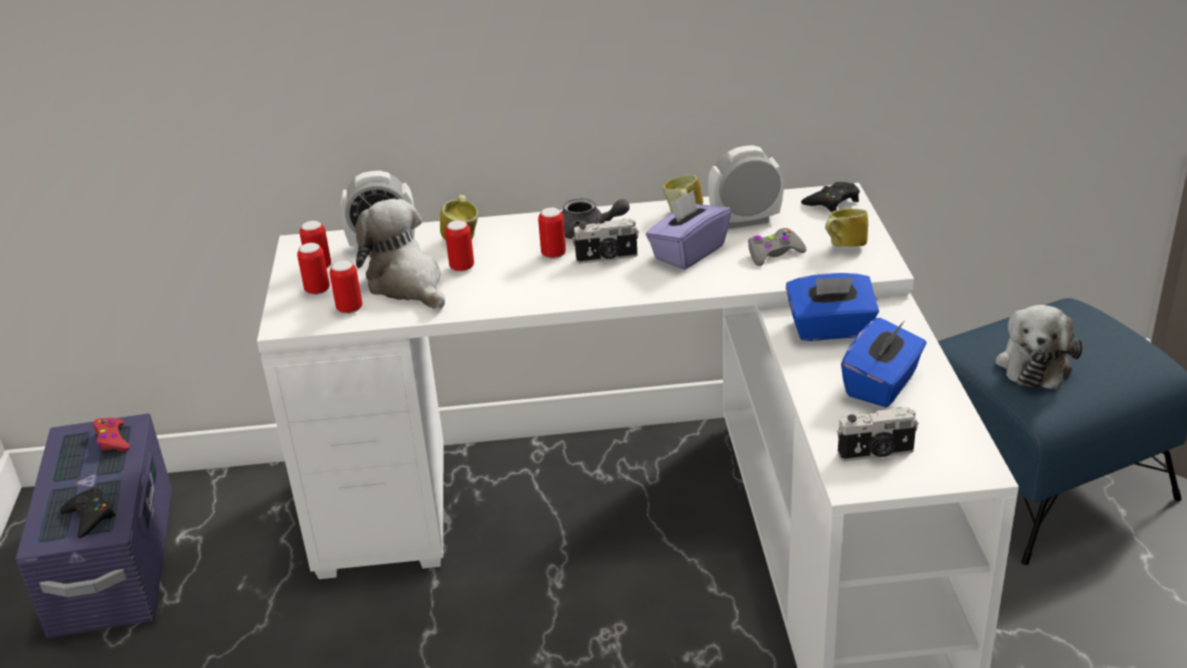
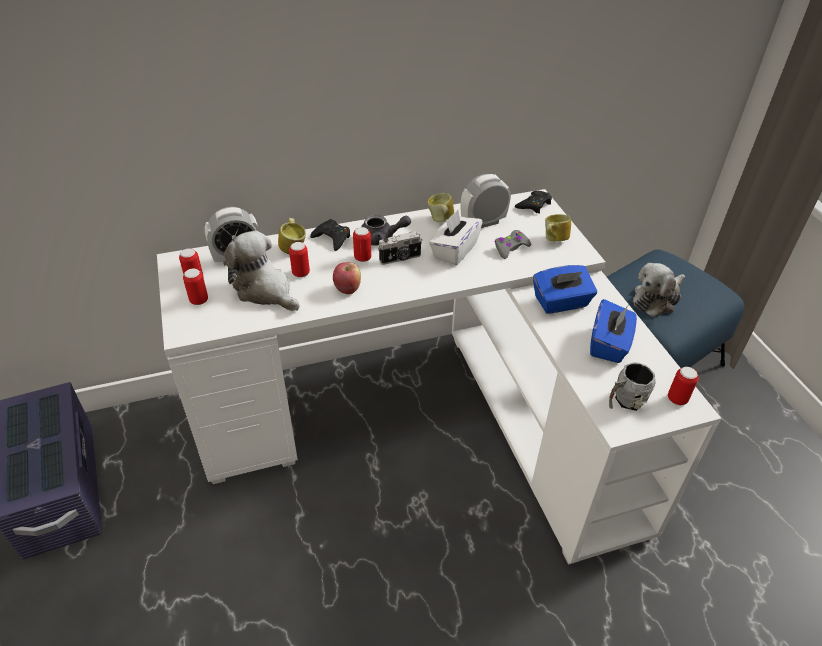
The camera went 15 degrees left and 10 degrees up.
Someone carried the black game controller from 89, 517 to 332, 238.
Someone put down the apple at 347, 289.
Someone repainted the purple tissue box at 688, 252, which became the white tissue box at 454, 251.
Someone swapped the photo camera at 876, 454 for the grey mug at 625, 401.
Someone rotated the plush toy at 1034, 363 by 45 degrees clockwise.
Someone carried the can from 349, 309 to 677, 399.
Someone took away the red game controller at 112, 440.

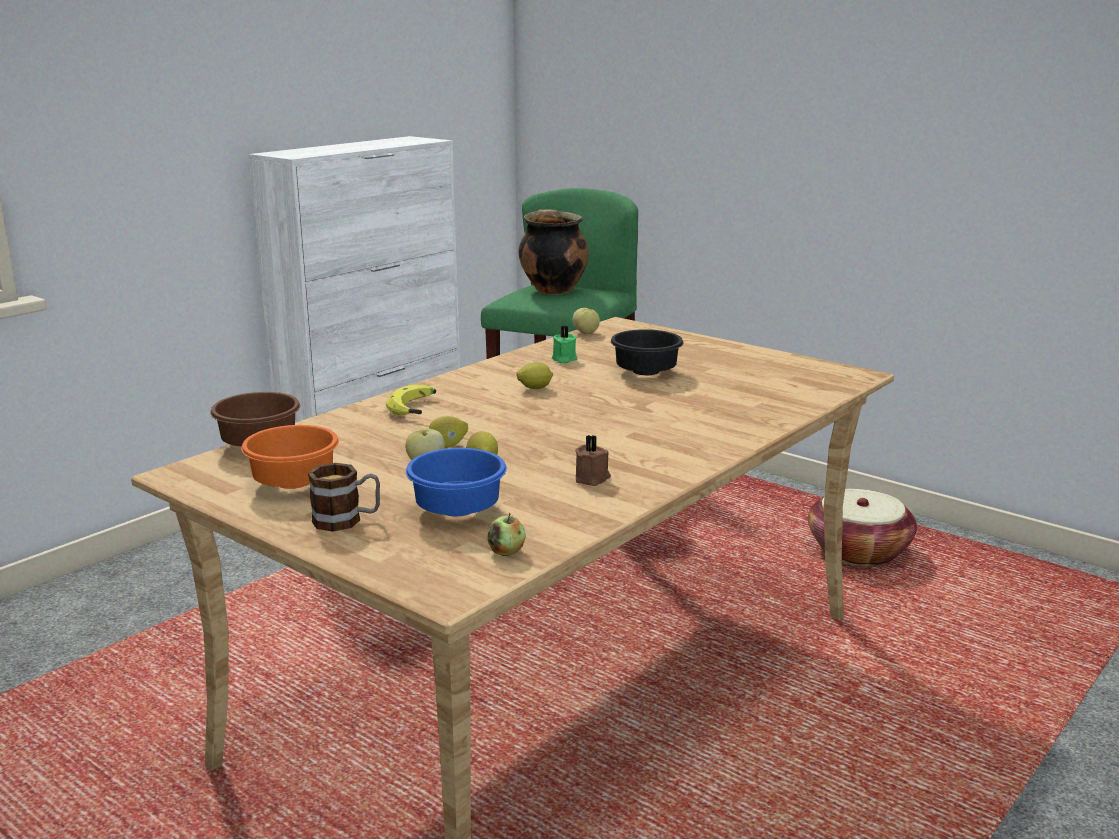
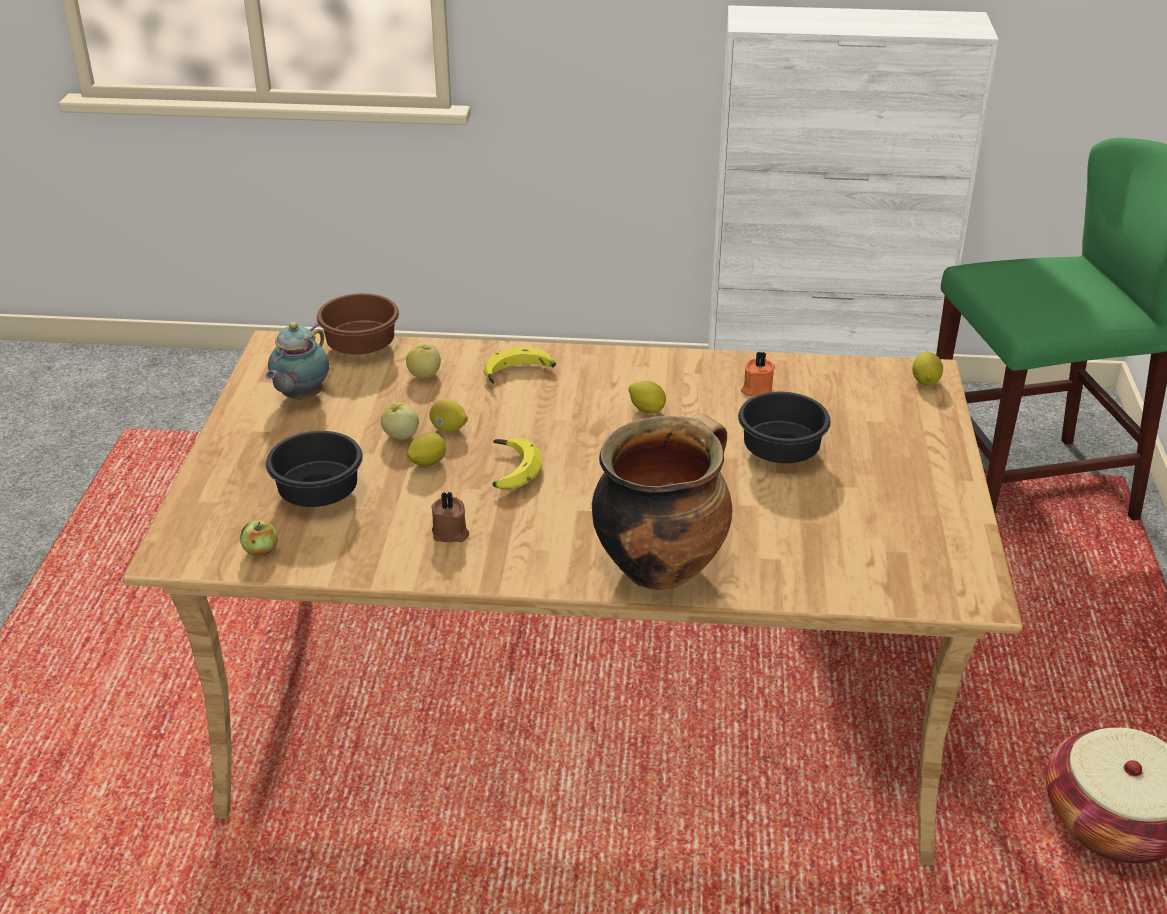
The camera went 55 degrees right and 15 degrees up.
Someone swapped the orange bowl at 290, 484 for the teapot at 300, 397.
Someone repainted the blue bowl at 456, 512, which became the black bowl at 315, 495.
Someone carried the apple from 586, 333 to 425, 375.
Someone put down the banana at 508, 471.
Someone carried the cooking pot from 552, 290 to 660, 566.
Someone repainted the green candle at 563, 359, which became the orange candle at 756, 389.
Someone put down the lemon at 925, 381.
Someone took away the mug at 347, 520.

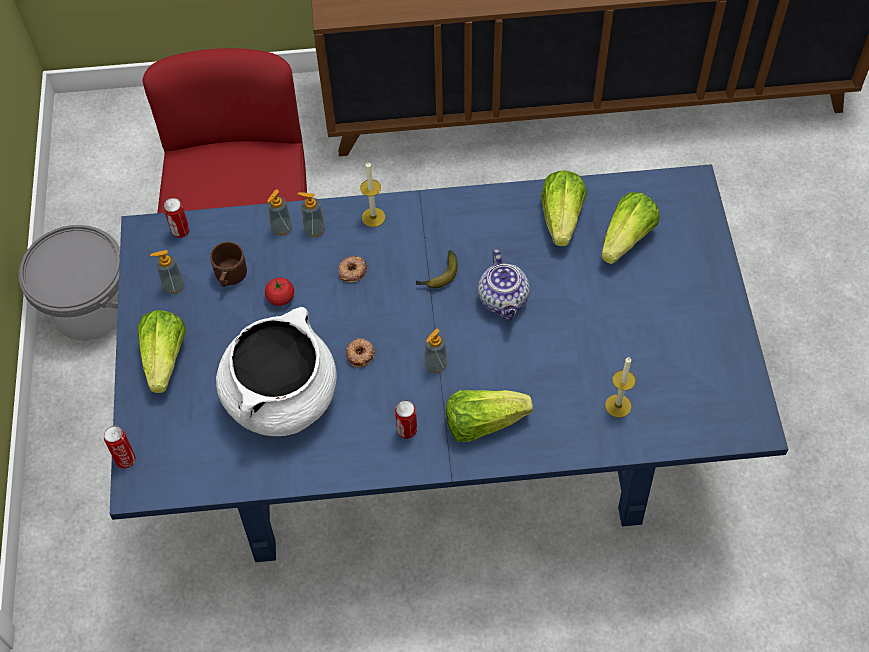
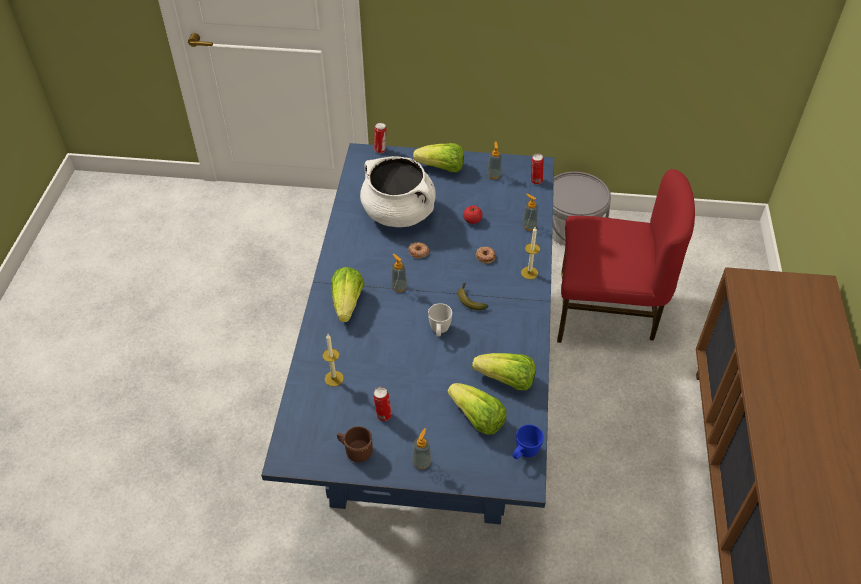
The camera went 100 degrees right and 10 degrees down.
Someone carried the brown mug from 230, 278 to 355, 451.
Someone carried the can from 407, 431 to 383, 415.
Someone carried the soap dispenser from 314, 229 to 421, 462.
Someone swapped the teapot at 504, 301 for the white mug at 439, 331.
Someone put down the blue mug at 524, 454.

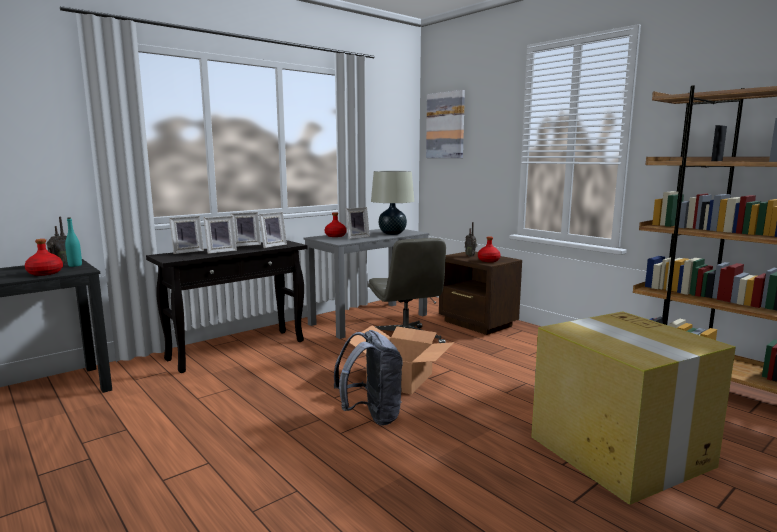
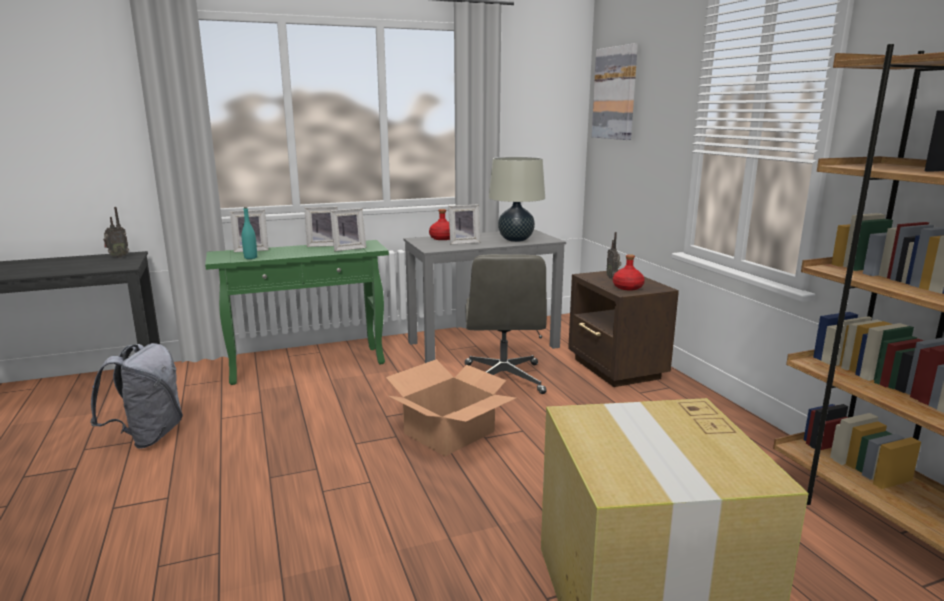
The camera went 20 degrees right and 5 degrees up.
Someone carried the grey backpack from 371, 416 to 148, 436.
Someone repainted the black console table at 238, 350, which became the green console table at 308, 365.
Someone carried the turquoise bottle from 75, 265 to 250, 258.
Someone took away the red bottle at 45, 273.
Someone took away the picture frame at 220, 251.

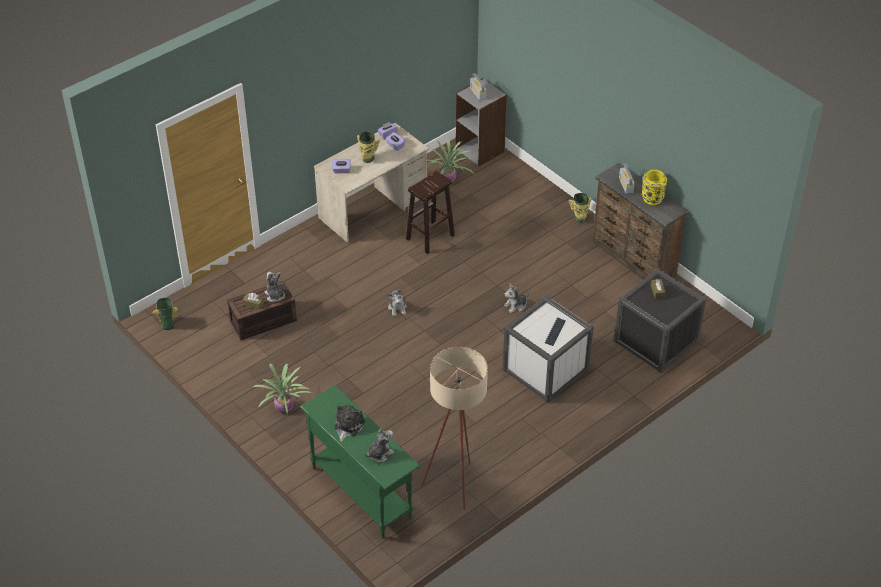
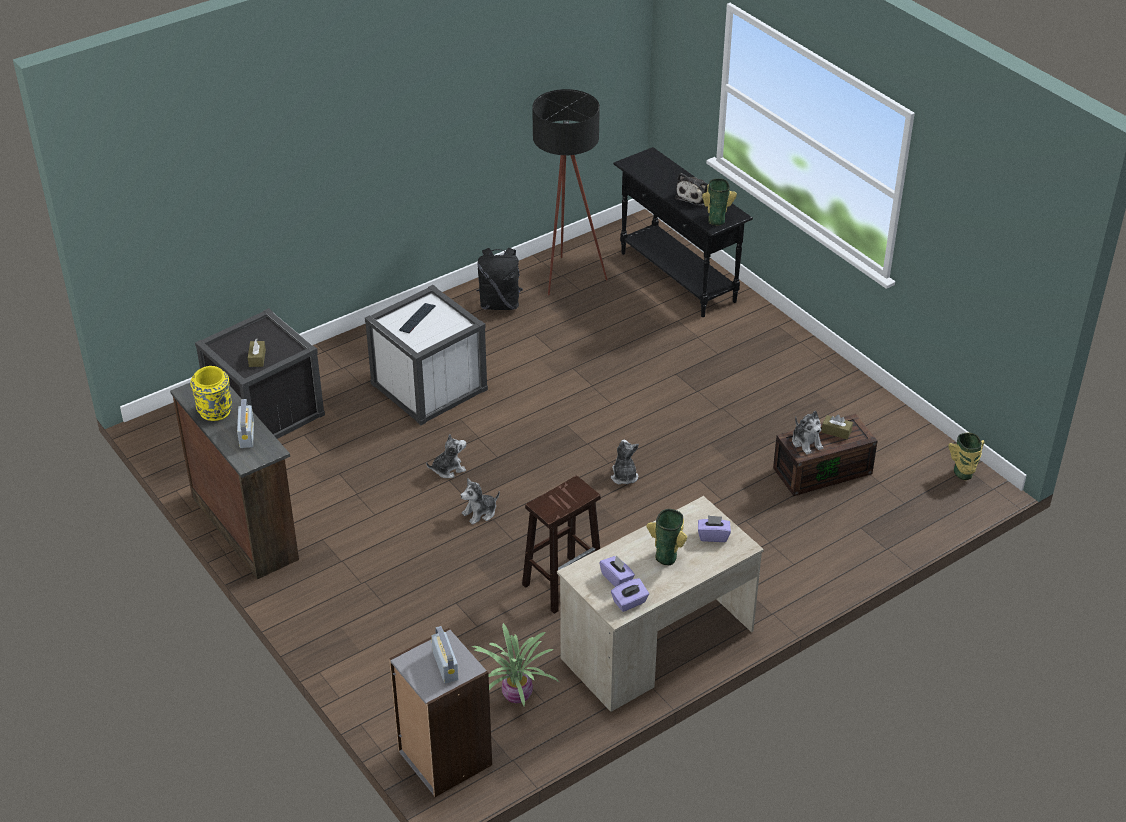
The camera went 175 degrees left and 5 degrees down.
Someone carried the plush toy from 379, 453 to 480, 513.
Someone put down the black backpack at 500, 304.
Someone repainted the beige floor lamp at 456, 482, which became the black floor lamp at 566, 281.
Someone repainted the green console table at 361, 492, which became the black console table at 677, 277.
Someone carried the vase from 579, 219 to 716, 219.
Someone took away the potted plant at 285, 407.

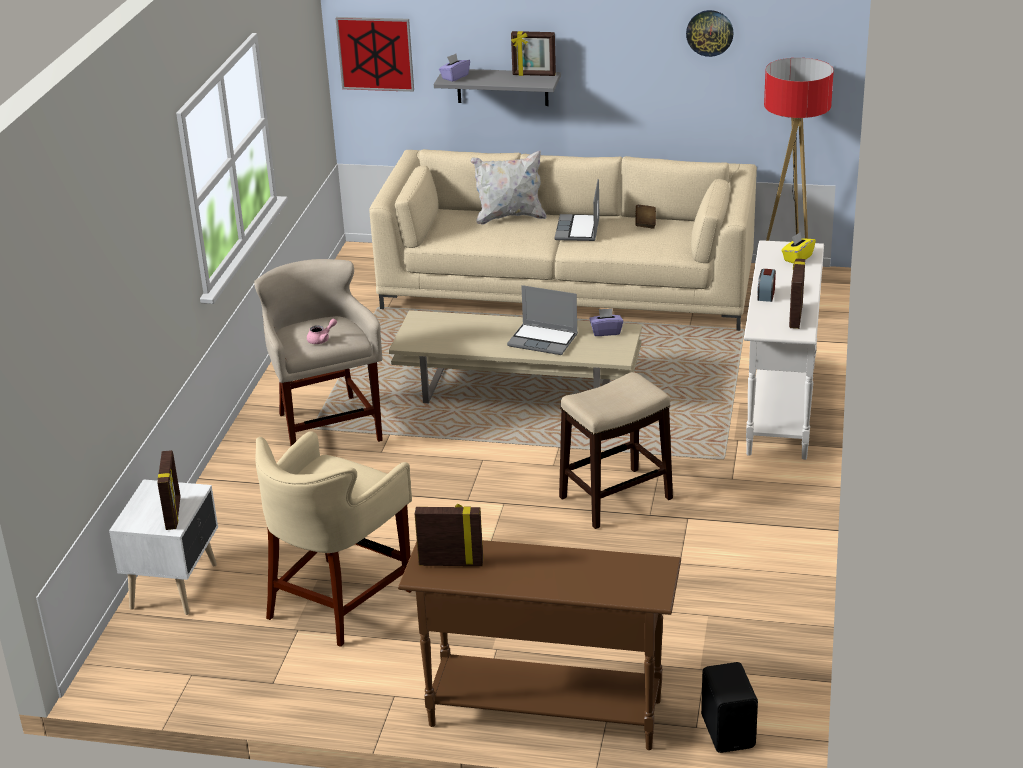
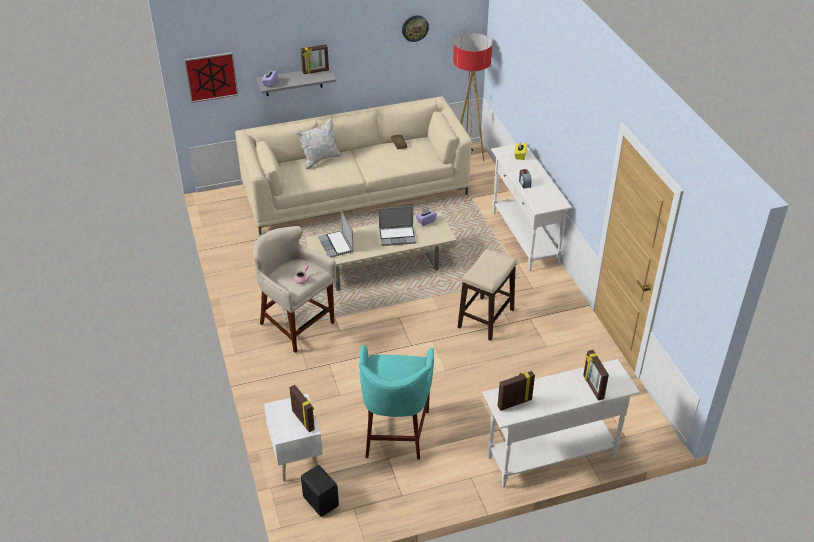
The camera went 30 degrees left and 10 degrees up.
Someone carried the black speaker from 729, 731 to 321, 501.
Someone carried the laptop from 578, 230 to 336, 245.
Someone repainted the beige stool at 339, 601, which became the turquoise stool at 396, 432.
Someone repainted the brown console table at 544, 712, which became the white console table at 551, 457.
Someone carried the picture frame from 795, 316 to 592, 387.

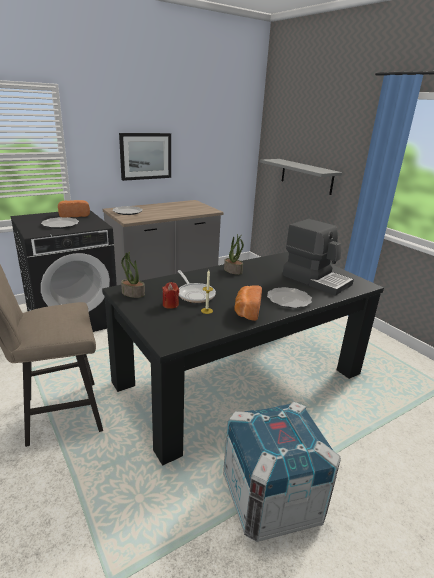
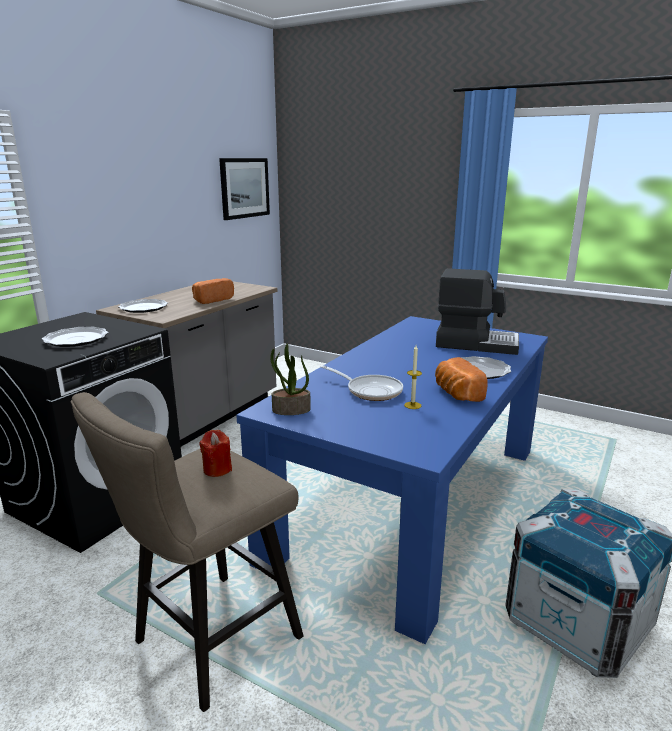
The camera went 25 degrees left and 5 degrees down.
Someone carried the bread from 74, 215 to 212, 300.
Someone carried the red candle from 170, 305 to 217, 469.
Someone carried the picture from 145, 156 to 244, 188.
Someone repainted the black dining table at 240, 378, which became the blue dining table at 412, 500.
Someone took away the potted plant at 233, 271.
Someone took away the grey shelf at 306, 176.

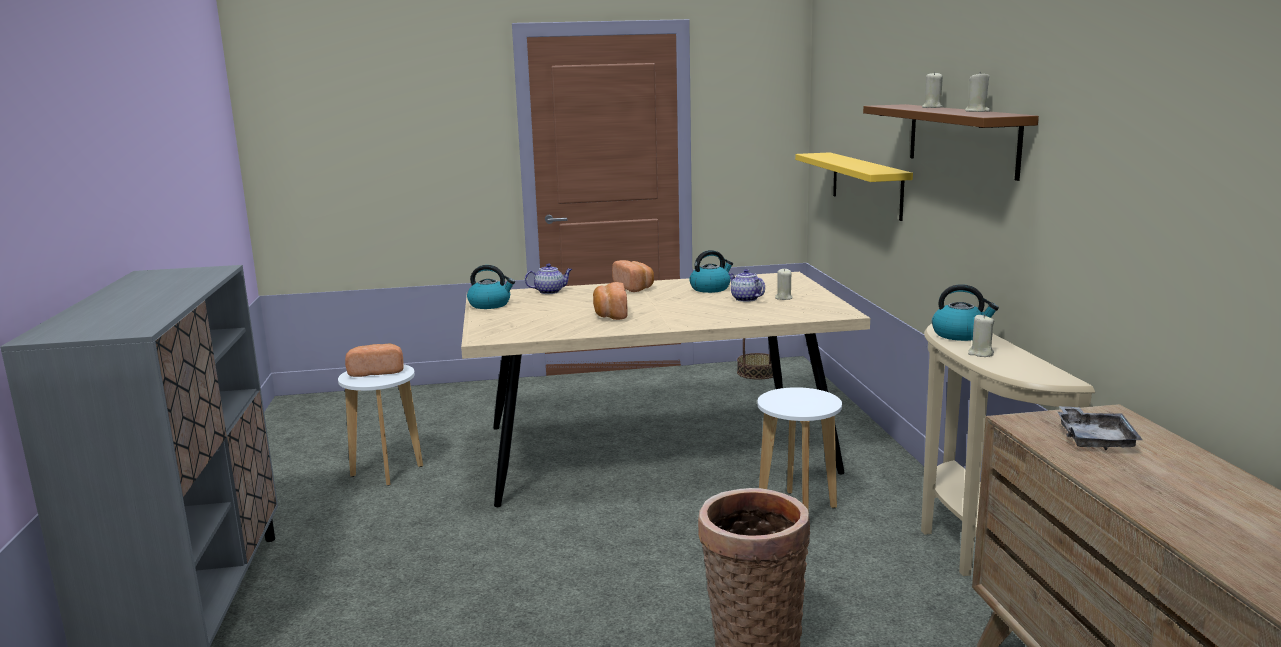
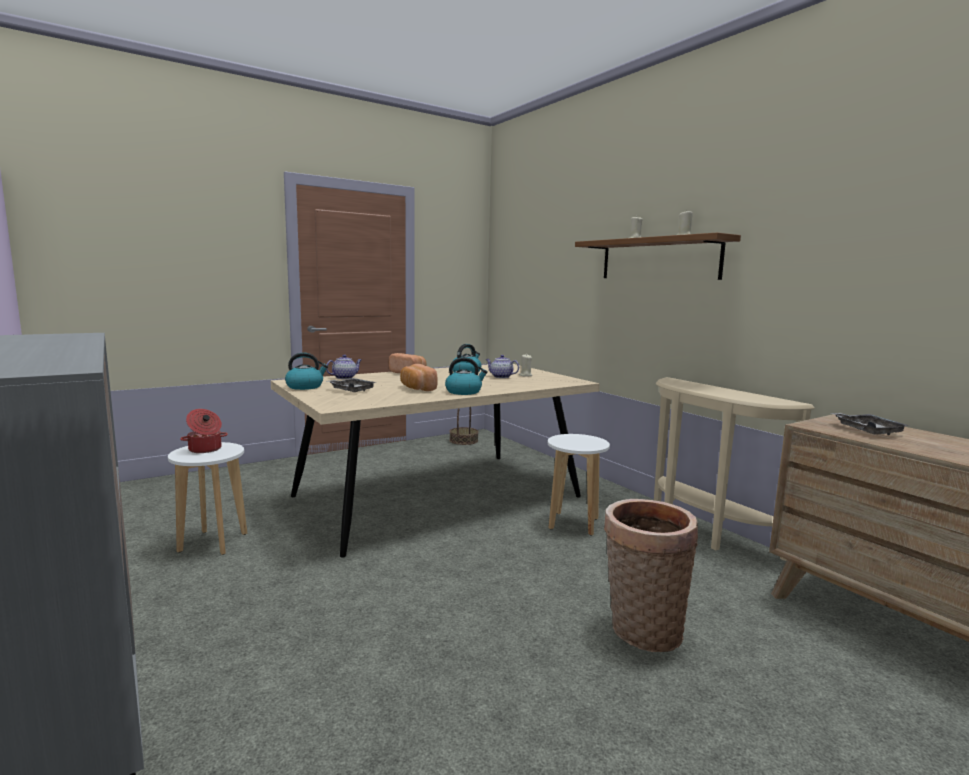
The camera went 25 degrees left and 5 degrees down.
Someone swapped the bread at 376, 371 for the cooking pot at 205, 449.
Someone put down the grey tray at 352, 390.
Someone carried the kettle from 960, 334 to 464, 392.
Someone took away the yellow shelf at 866, 184.
Someone took away the beige candle at 980, 354.

